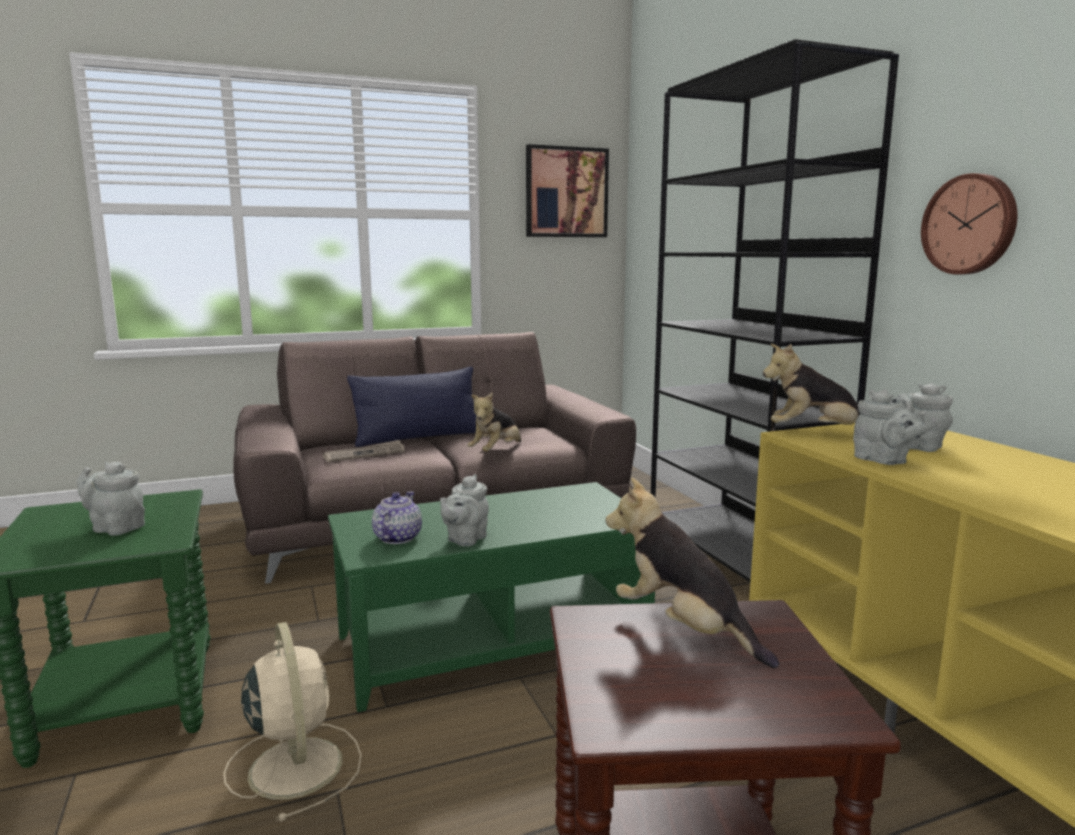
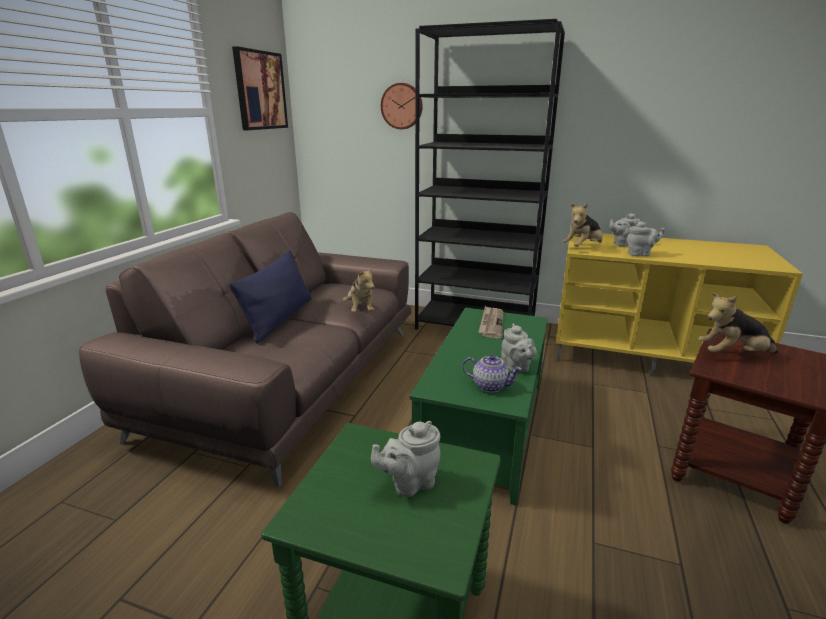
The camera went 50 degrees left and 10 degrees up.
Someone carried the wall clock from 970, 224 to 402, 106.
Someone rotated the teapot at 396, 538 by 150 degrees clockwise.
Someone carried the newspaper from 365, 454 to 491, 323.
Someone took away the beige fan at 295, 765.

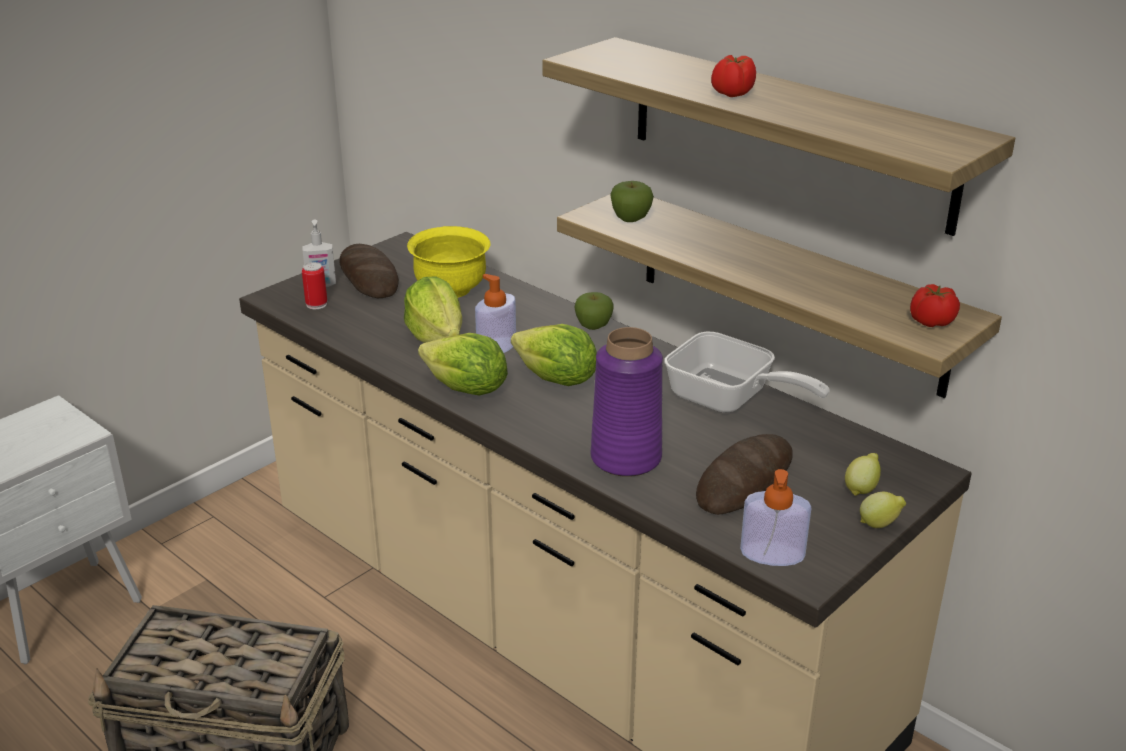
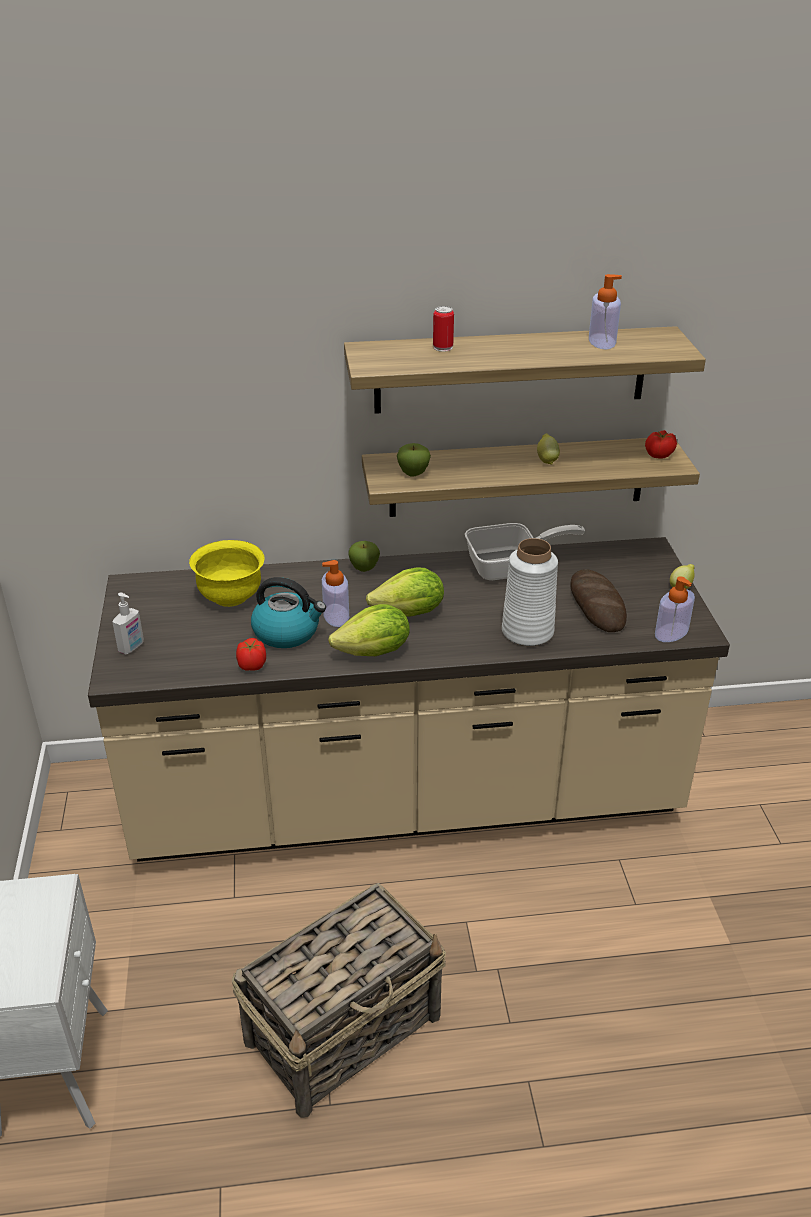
The camera went 50 degrees left and 5 degrees up.
Someone carried the tomato from 732, 94 to 251, 665.
Someone swapped the lettuce at 436, 337 for the kettle at 287, 632.
Someone carried the can from 316, 304 to 443, 347.
Someone repainted the purple vase at 625, 458, which became the white vase at 527, 632.
Someone carried the lemon from 861, 489 to 546, 460.
Someone put down the soap dispenser at 602, 341.
Someone took away the bread at 369, 277.

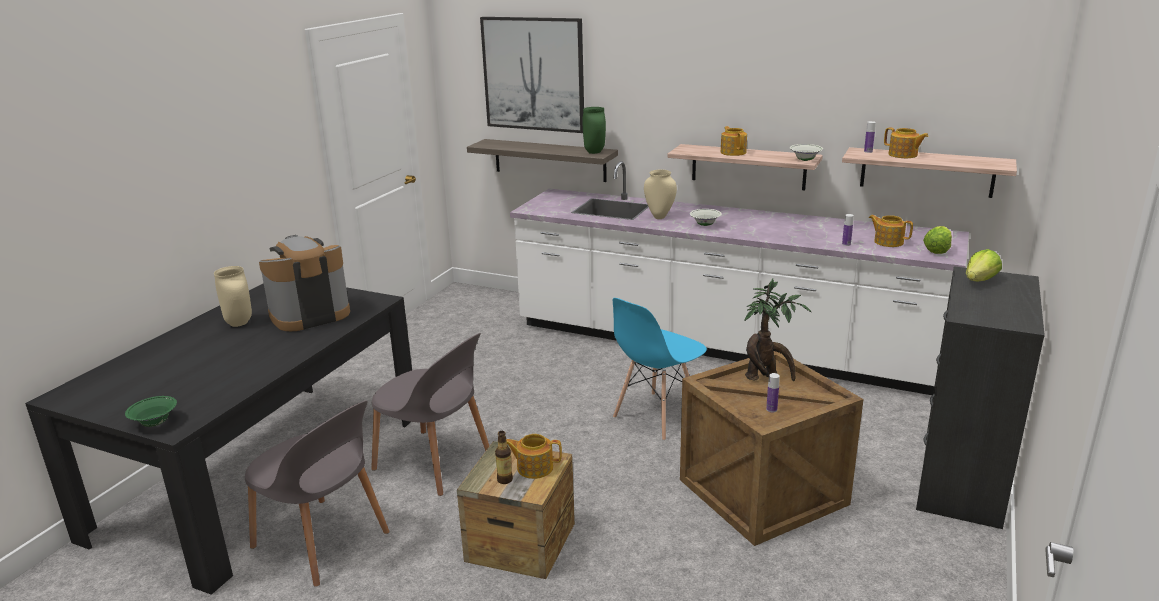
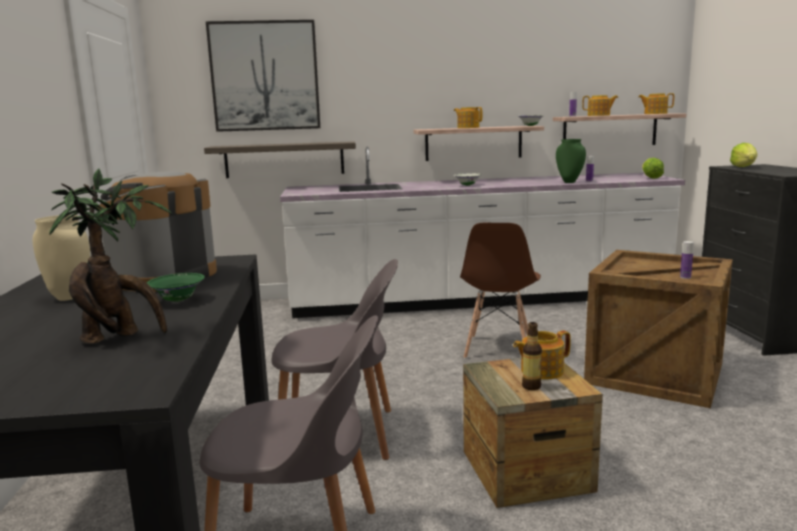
The camera went 30 degrees left and 10 degrees down.
Someone carried the potted plant from 766, 377 to 119, 337.
Someone carried the green bowl from 155, 423 to 178, 300.
Someone repainted the blue chair at 657, 416, which became the brown chair at 498, 349.
Someone carried the green vase from 595, 152 to 570, 182.
Someone carried the teapot from 888, 242 to 655, 113.
Someone took away the beige vase at 660, 217.

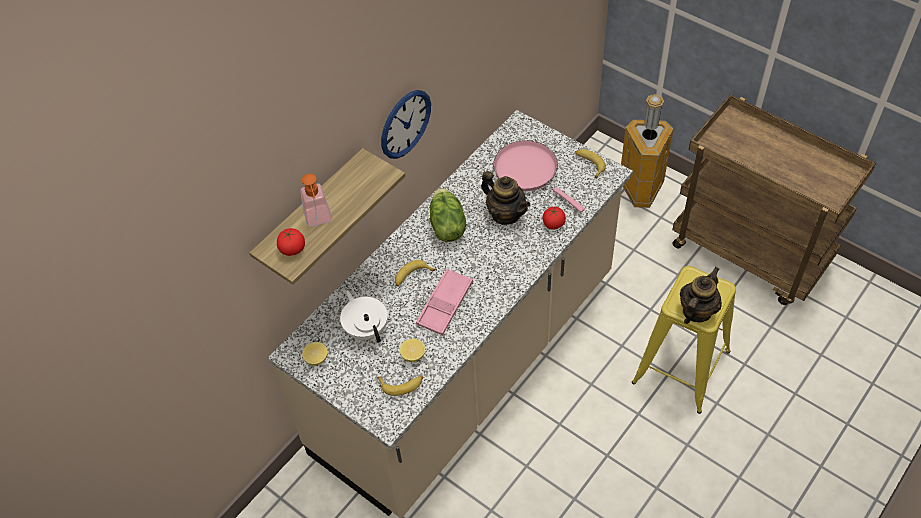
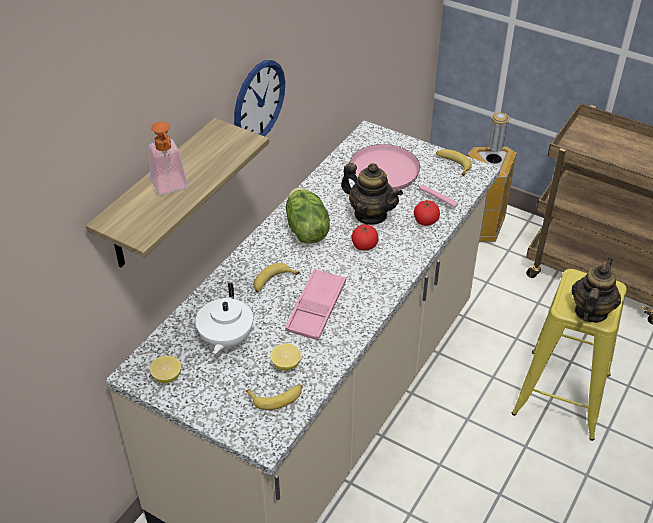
The camera went 10 degrees left and 10 degrees down.
Someone rotated the white teapot at 366, 328 by 135 degrees counterclockwise.
Someone carried the tomato from 292, 249 to 364, 246.

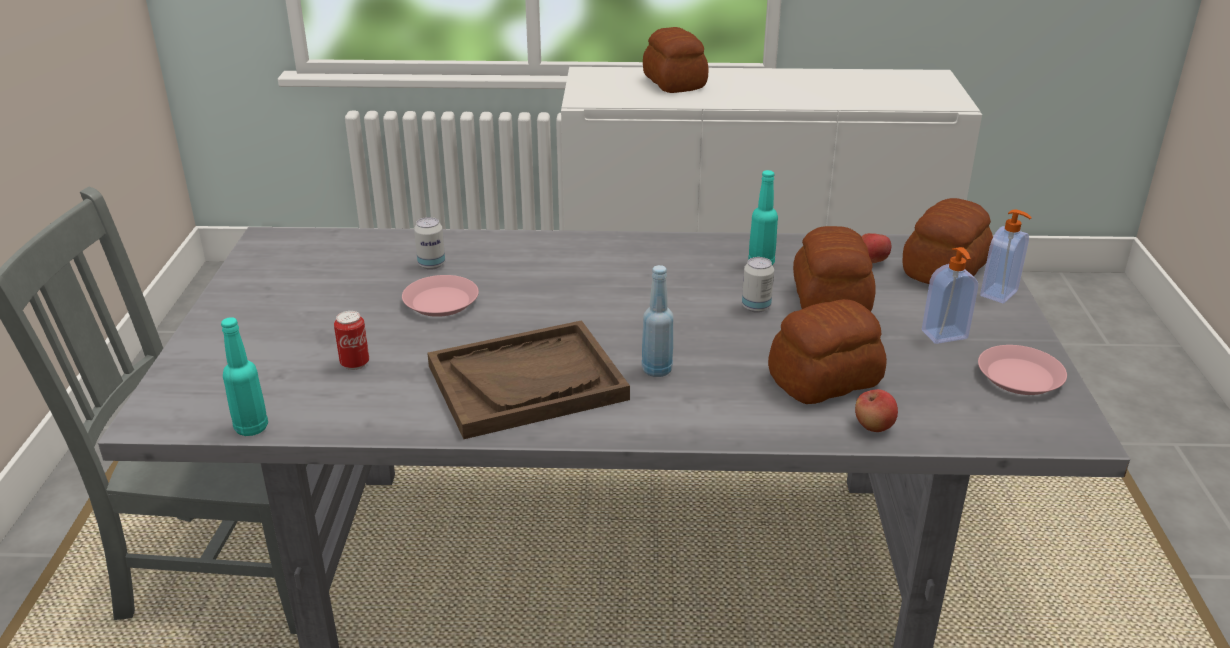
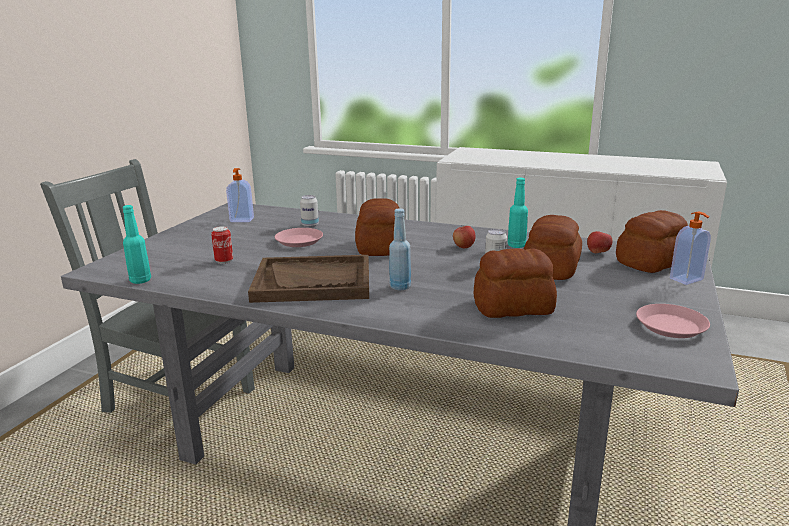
The camera went 20 degrees right and 10 degrees down.
Someone carried the soap dispenser from 945, 335 to 241, 220.
Someone carried the bread from 674, 83 to 379, 247.
Someone carried the apple from 873, 426 to 464, 247.

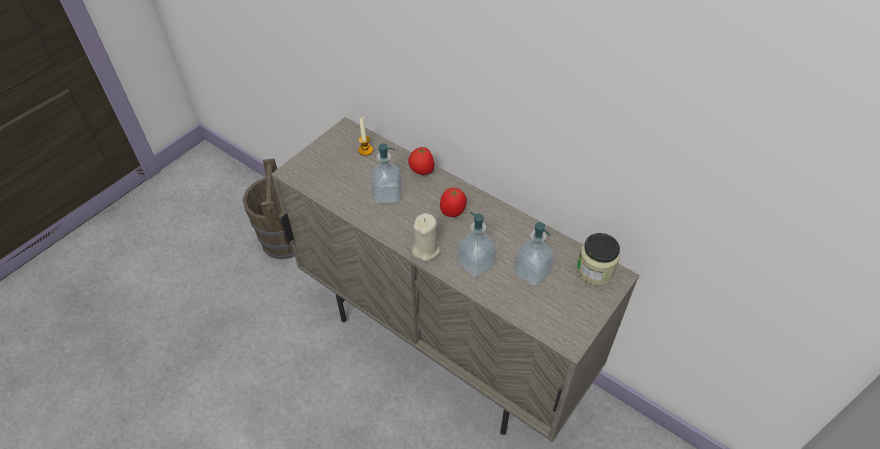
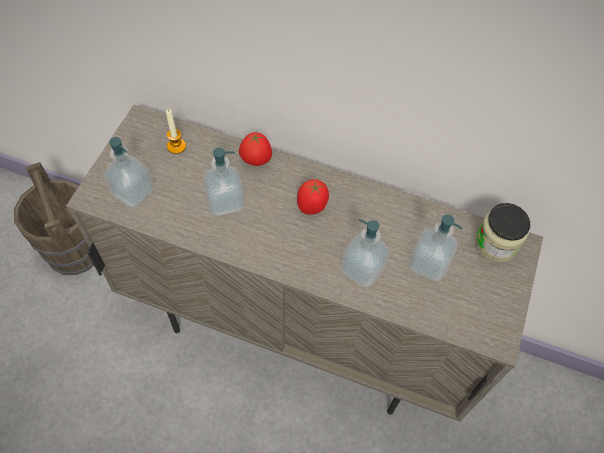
The camera went 20 degrees left and 10 degrees up.
Someone put down the soap dispenser at 133, 192.
Someone took away the beige candle at 425, 249.

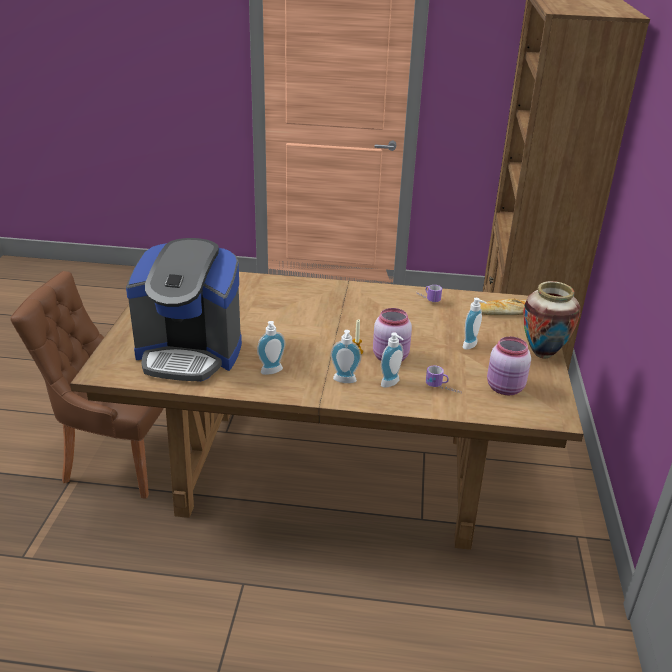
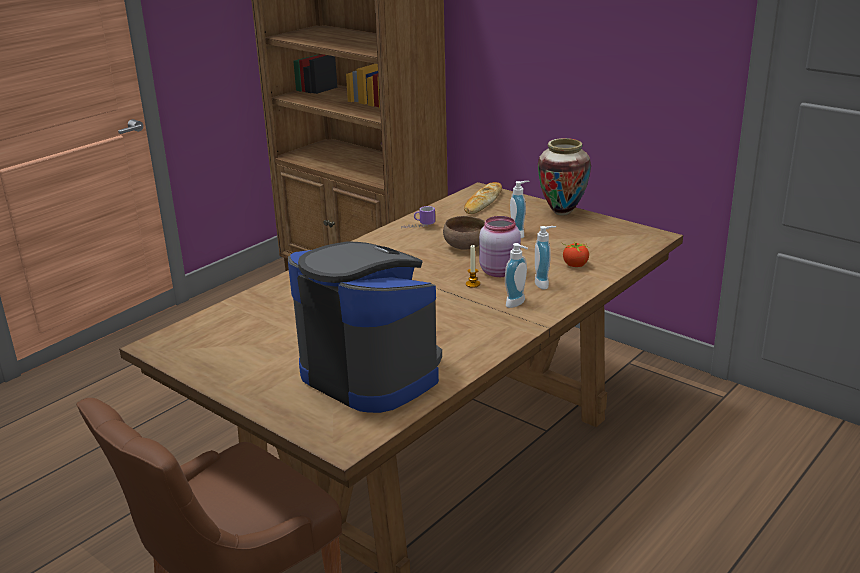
The camera went 55 degrees left and 5 degrees down.
Someone rotated the coffee machine at 190, 353 by 90 degrees counterclockwise.
Someone put down the brown bowl at 466, 247.
Someone swapped the mug at 443, 389 for the tomato at 575, 265.
Someone took away the soap dispenser at 272, 372.
Someone took away the pink jar at 505, 388.

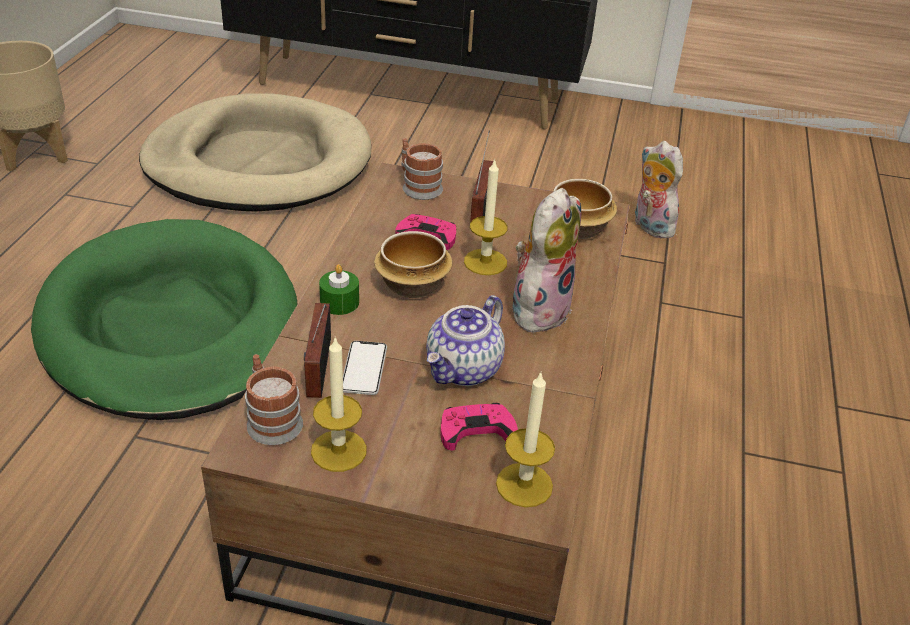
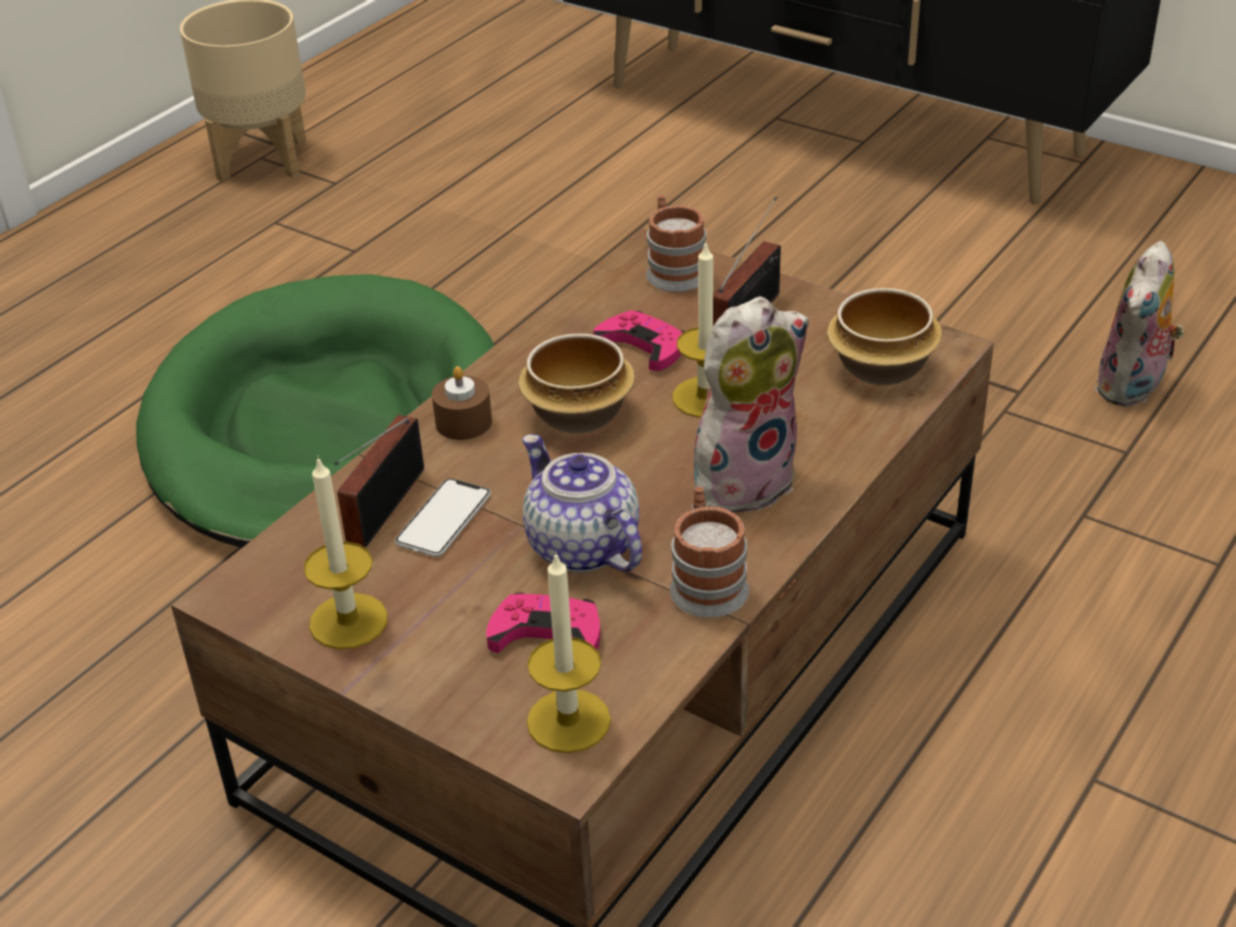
The camera went 25 degrees right and 0 degrees up.
Someone repainted the green candle at 339, 302, which became the brown candle at 463, 422.
Someone rotated the teapot at 464, 370 by 90 degrees clockwise.
Someone carried the mug from 271, 419 to 707, 582.
Someone rotated the plush toy at 649, 226 by 135 degrees counterclockwise.
Someone took away the beige dog bed at 258, 162.

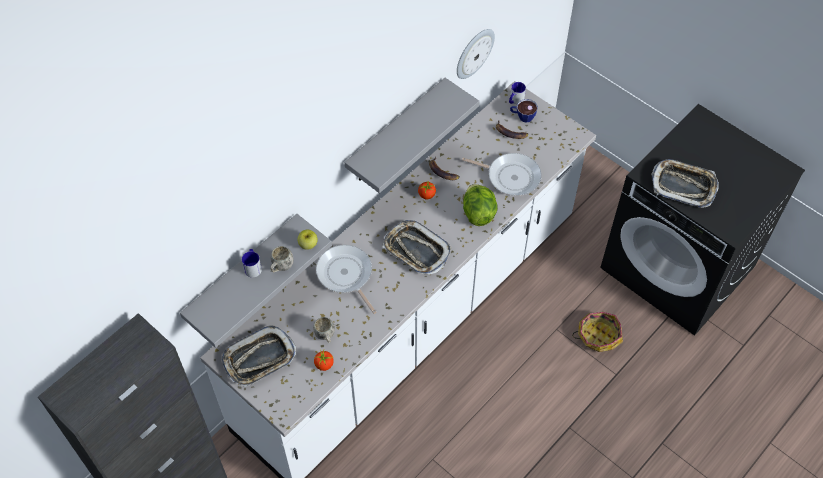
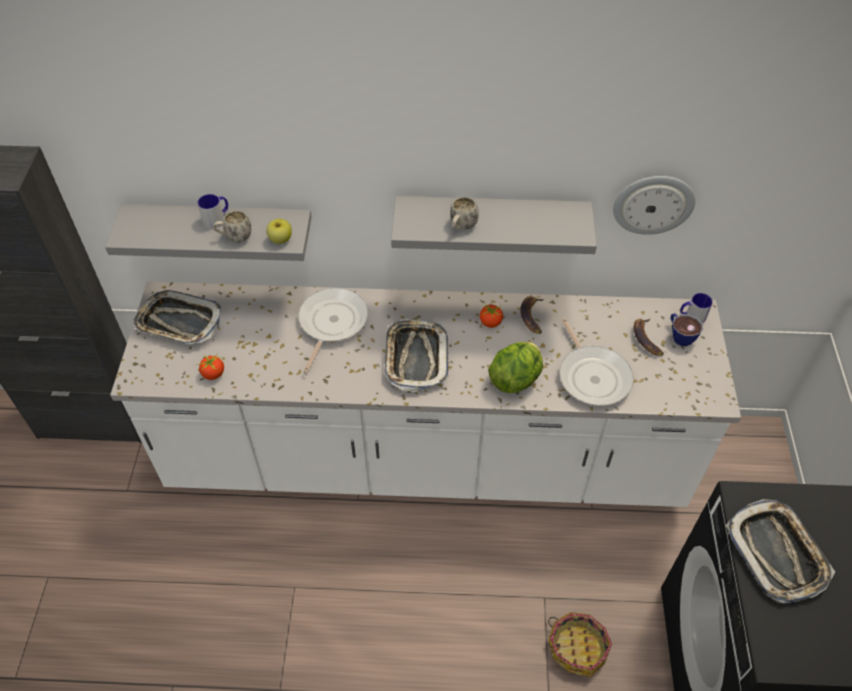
The camera went 50 degrees right and 5 degrees down.
Someone carried the white mug from 326, 336 to 461, 227.

